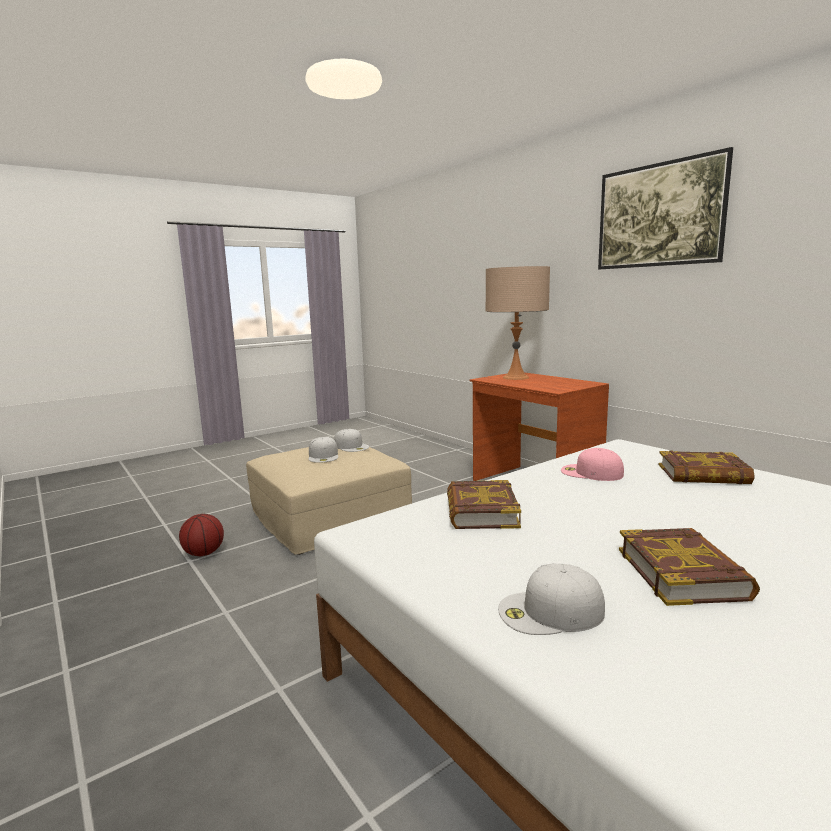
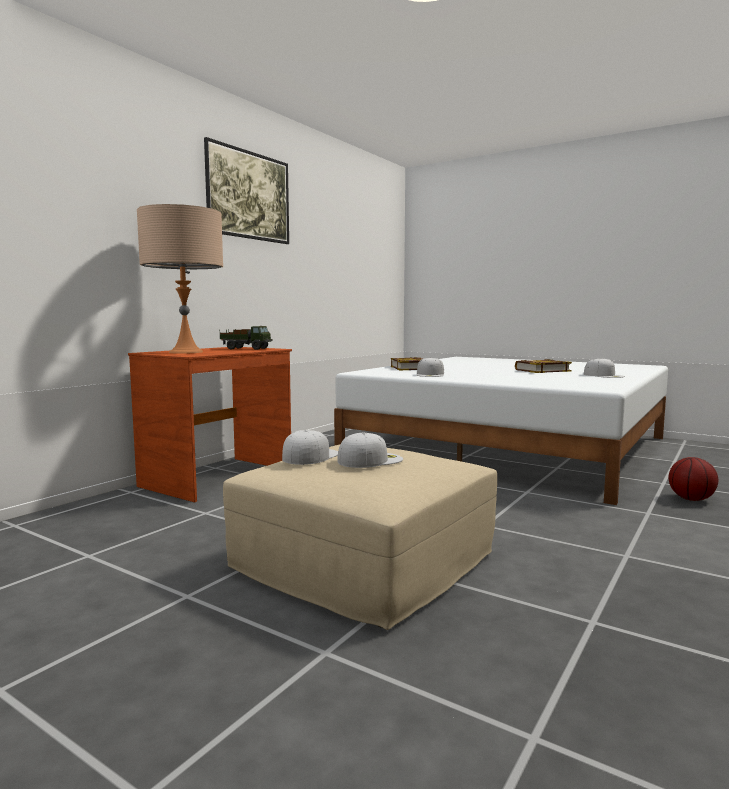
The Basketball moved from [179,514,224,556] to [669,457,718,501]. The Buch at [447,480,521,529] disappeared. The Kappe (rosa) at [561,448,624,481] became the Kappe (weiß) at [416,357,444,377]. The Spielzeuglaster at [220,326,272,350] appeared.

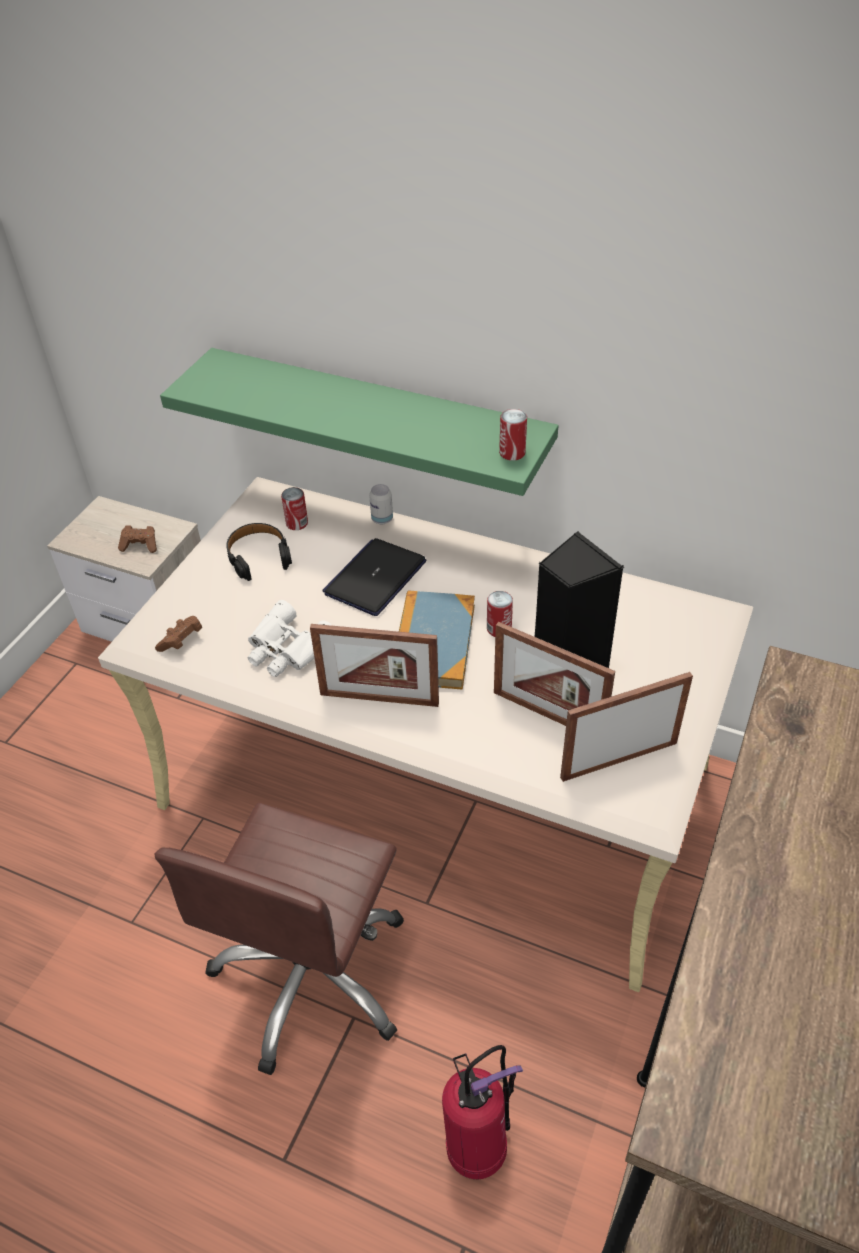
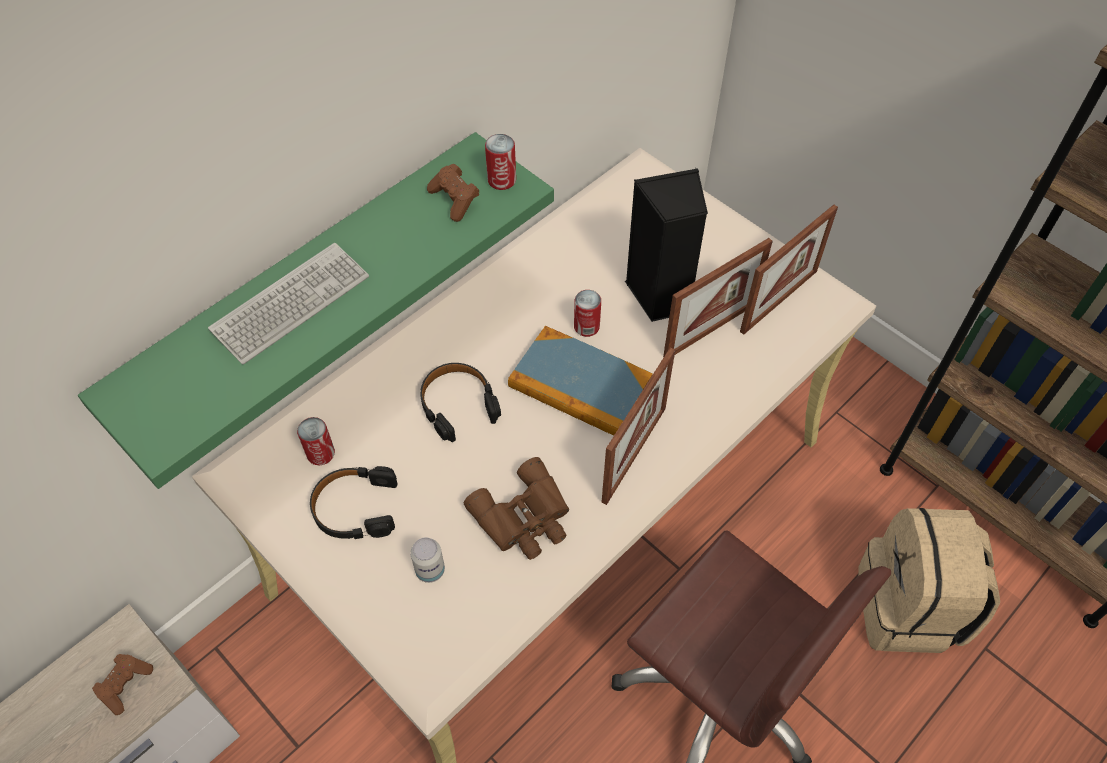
The Gamepad (braun) moved from [155,616,202,652] to [427,164,480,222]. The Fernglas (weiß) at [247,600,333,677] became the Fernglas (braun) at [464,457,569,560]. The Laptop at [322,538,426,616] was replaced by the Kopfhörer (schwarz) at [420,363,501,442]. The Dose moved from [369,484,393,524] to [410,537,445,583]. The Feuerlöscher at [442,1045,523,1179] was replaced by the Rucksack (beige) at [858,508,1000,653]. The Bilderrahmen at [560,672,693,782] turned 135 degrees counterclockwise. The Tastatur at [208,243,369,364] appeared.

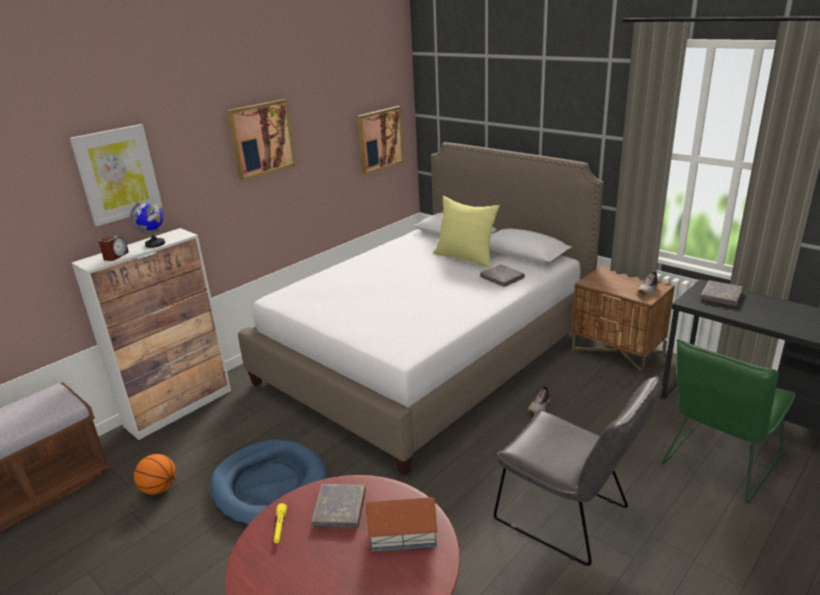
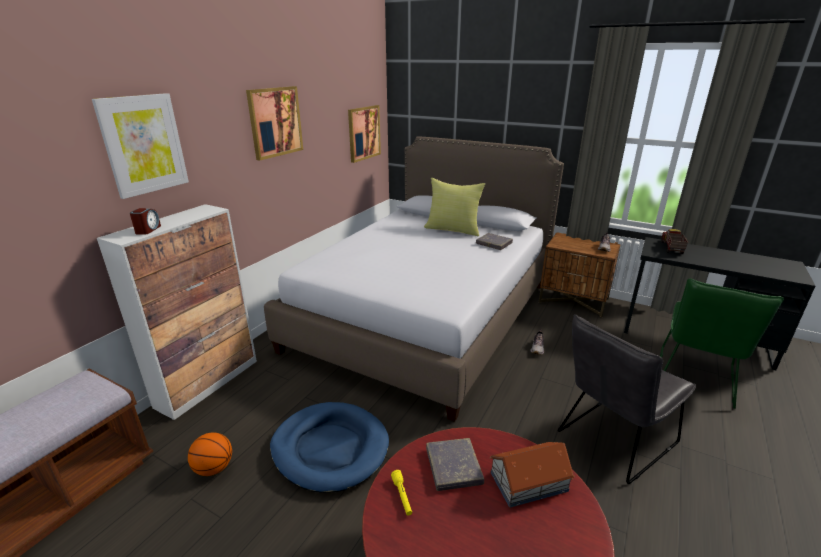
The Globus at [130,202,165,248] disappeared. The Stuhl (grau) at [494,375,663,566] turned 120 degrees clockwise. The Buch (grau) at [700,280,743,306] was replaced by the Spielzeuglaster at [661,229,688,254].

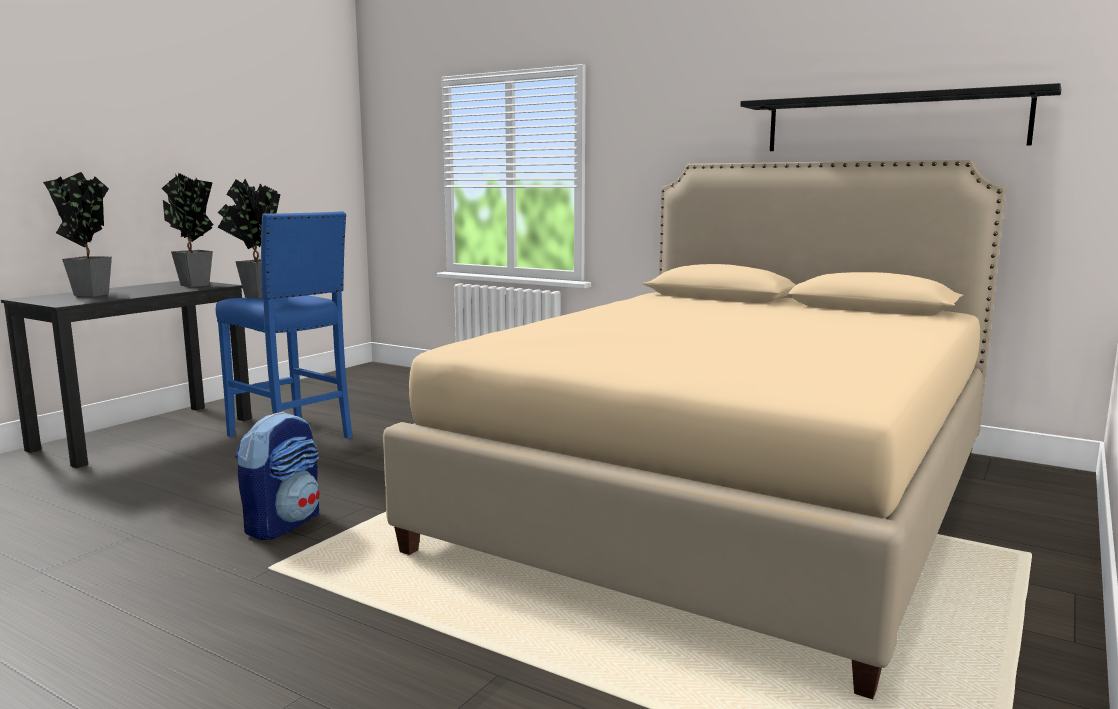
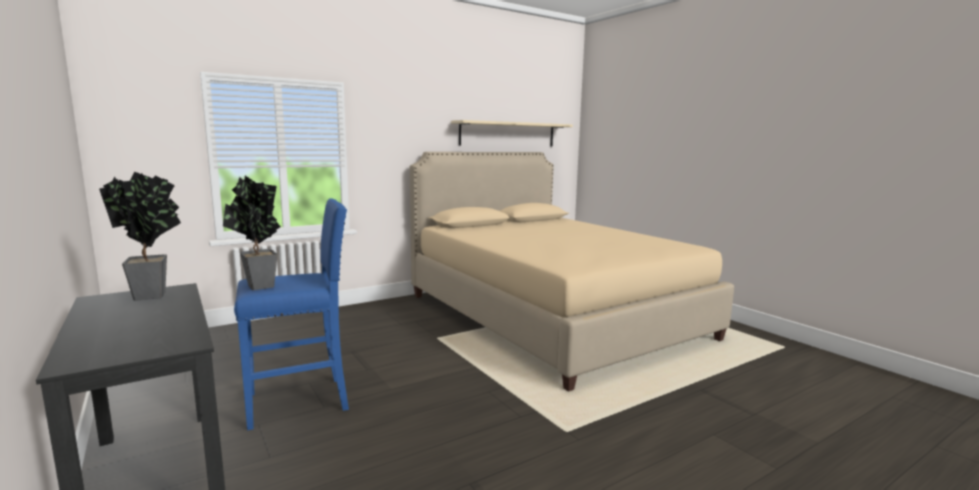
The Topfpflanze at [43,172,112,297] disappeared. The Rucksack at [235,412,319,540] disappeared. The Wandregal (schwarz) at [740,83,1061,151] became the Wandregal (beige) at [451,120,573,146].

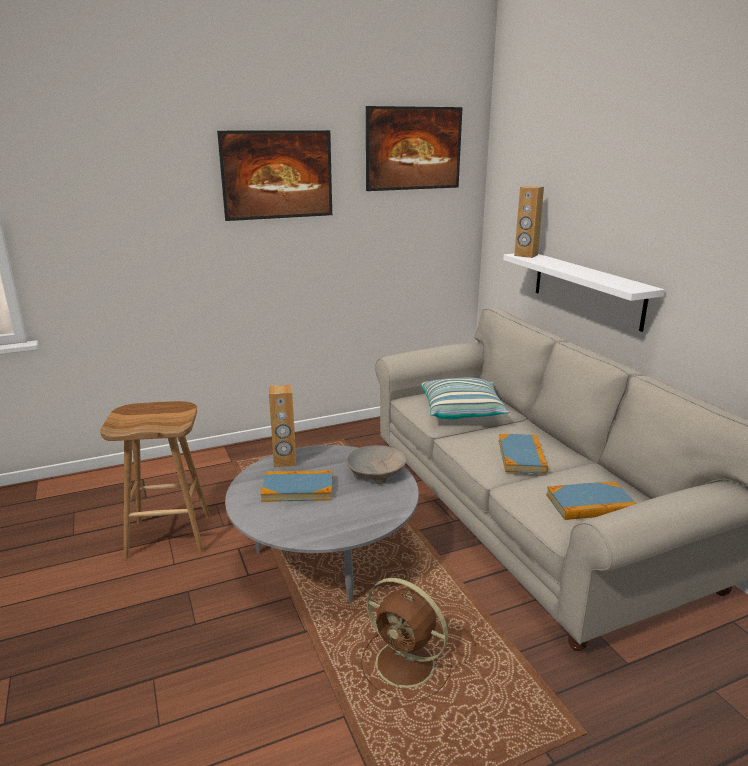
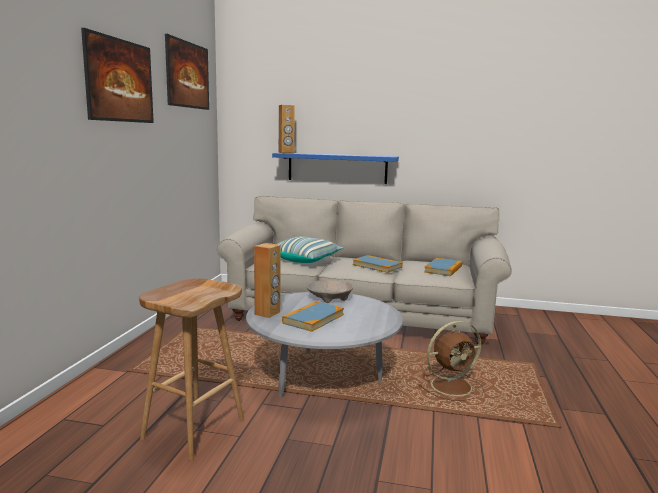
The Wandregal (weiß) at [503,254,665,332] became the Wandregal (blau) at [272,153,399,184].

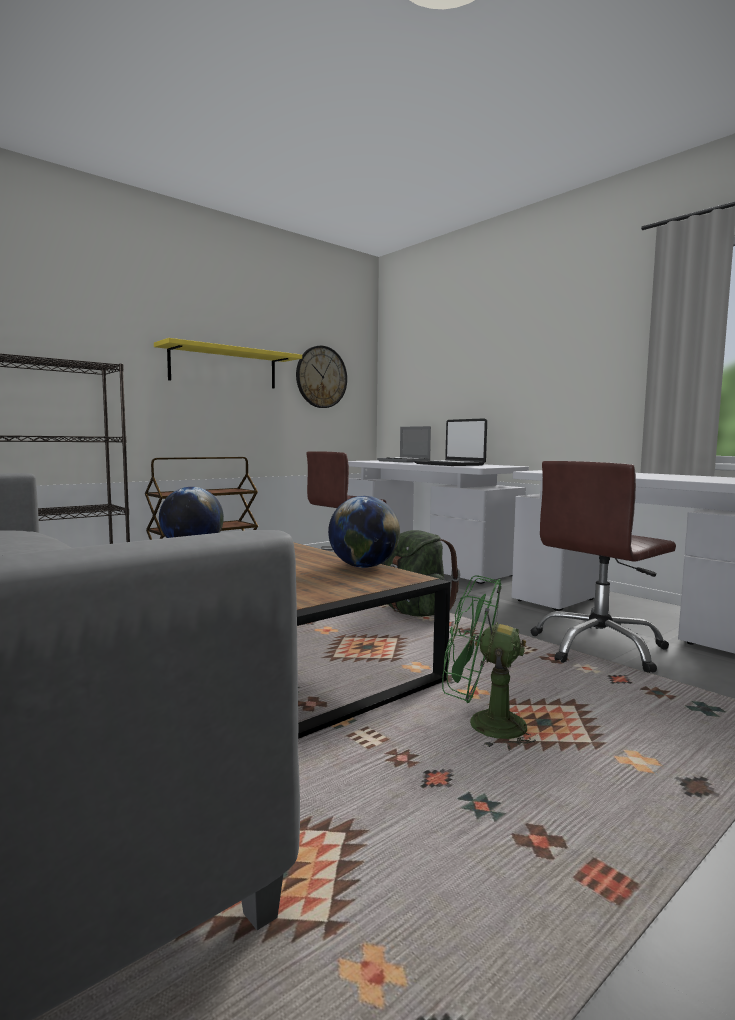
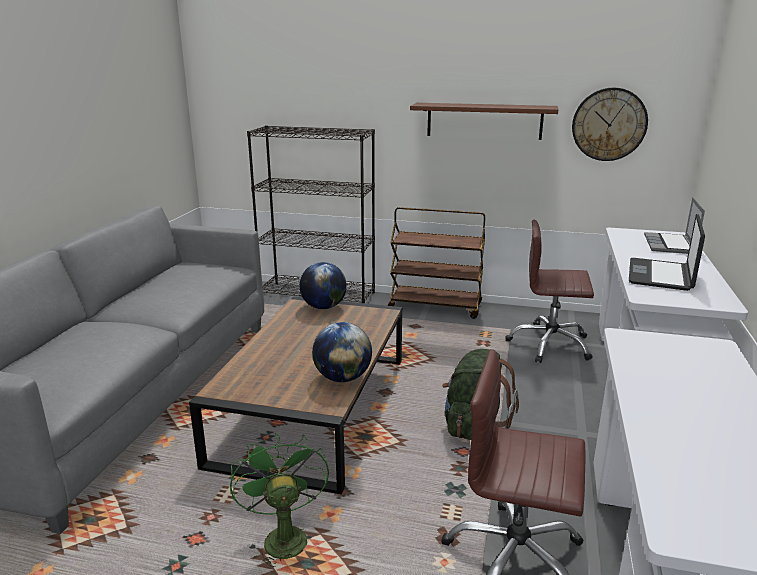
The Wandregal (gelb) at [154,338,302,389] became the Wandregal (braun) at [410,103,558,140].

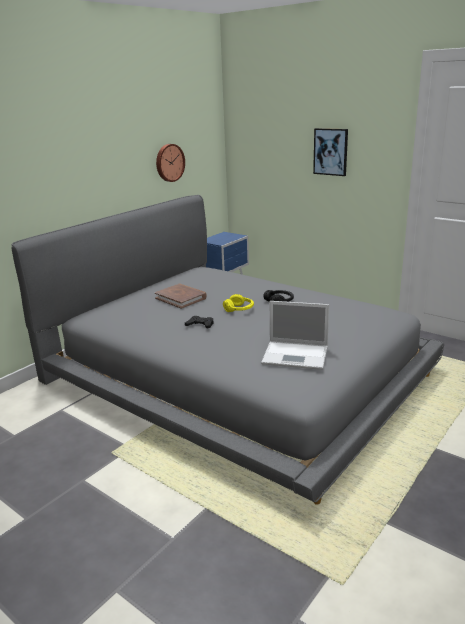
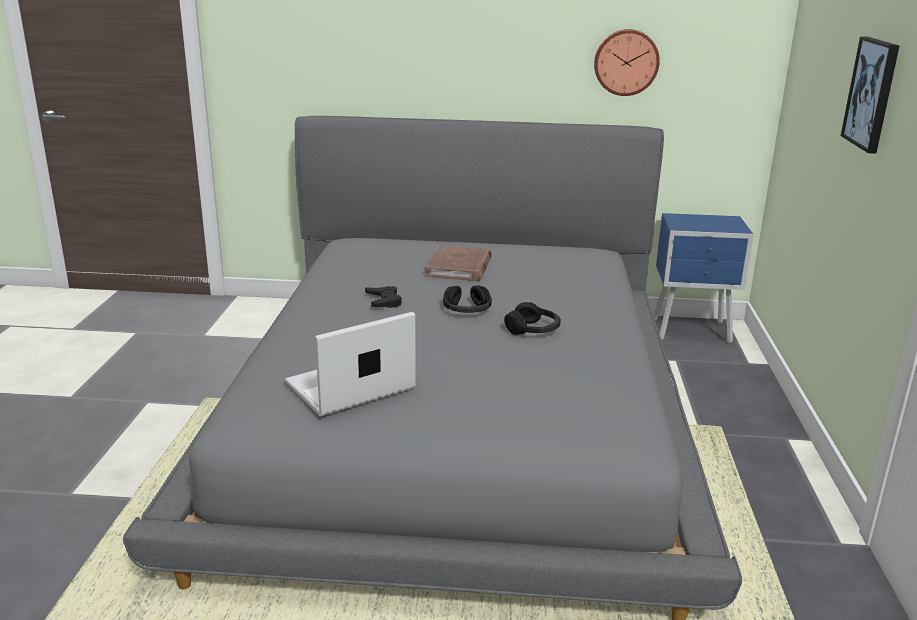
The Kopfhörer (gelb) at [223,294,254,312] became the Kopfhörer (schwarz) at [443,285,492,313]. The Laptop at [261,301,329,370] turned 75 degrees clockwise.

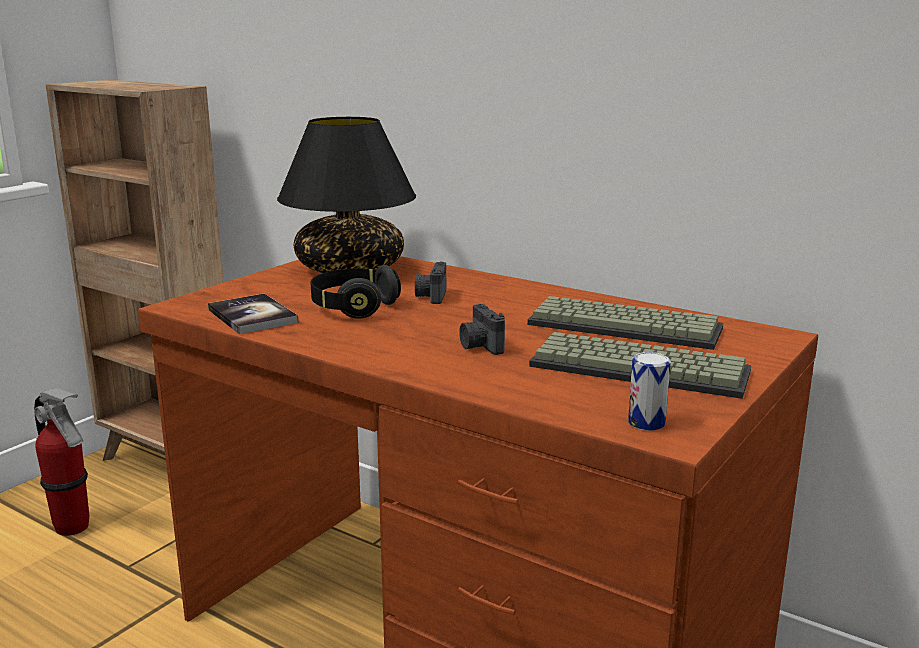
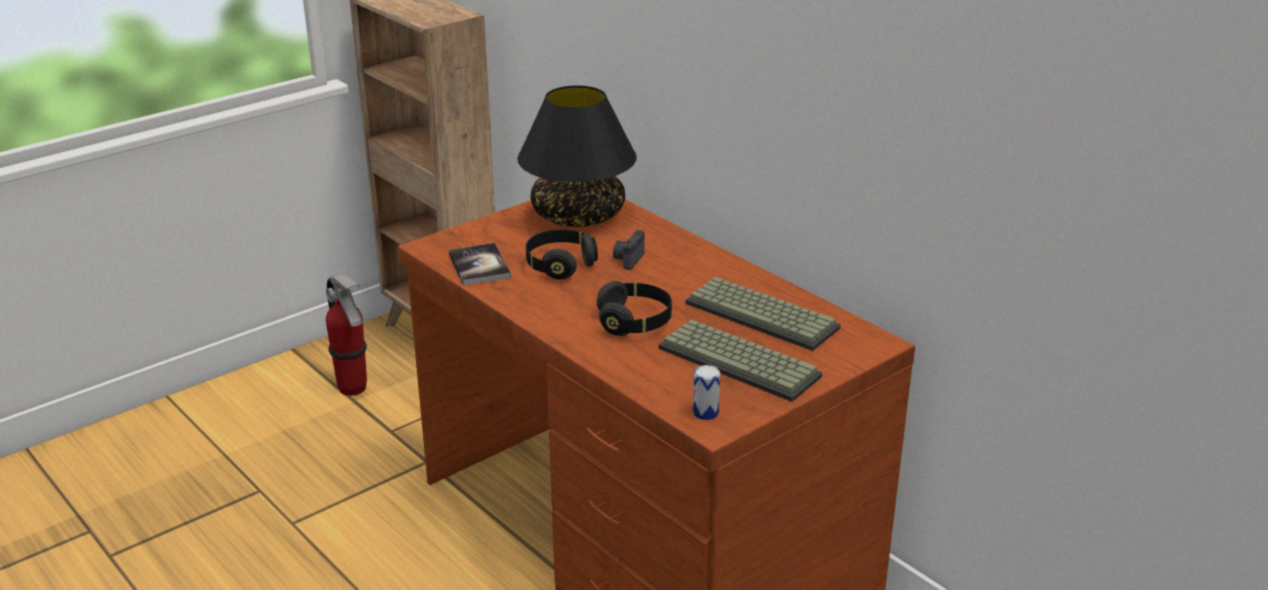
The Kamera at [459,304,505,355] was replaced by the Kopfhörer (schwarz) at [597,281,672,336].

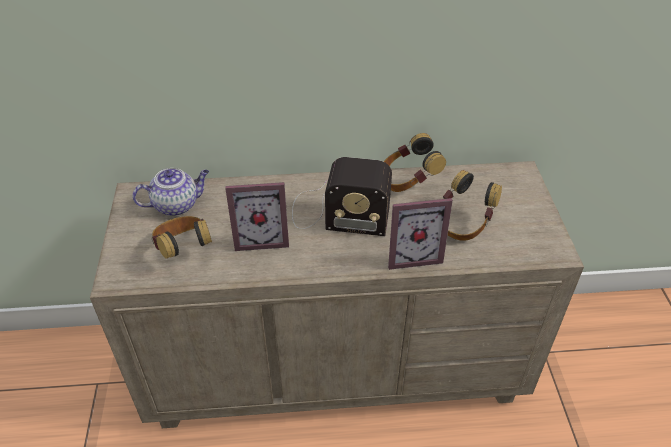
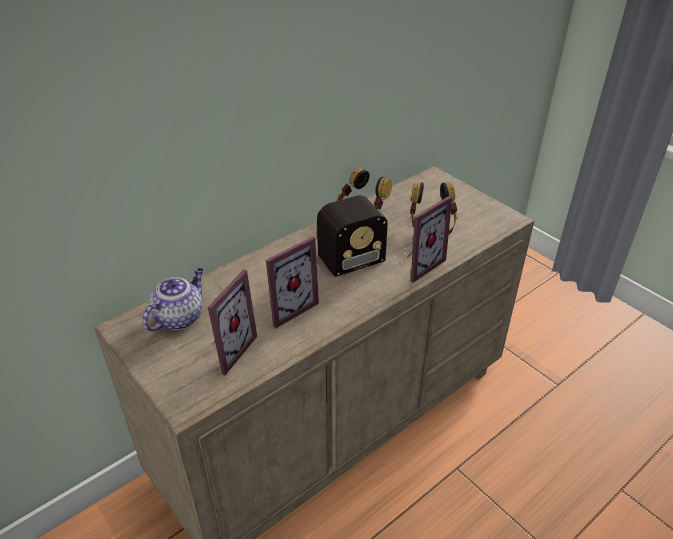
The Kopfhörer at [152,216,212,259] was replaced by the Bilderrahmen at [208,269,257,375].

